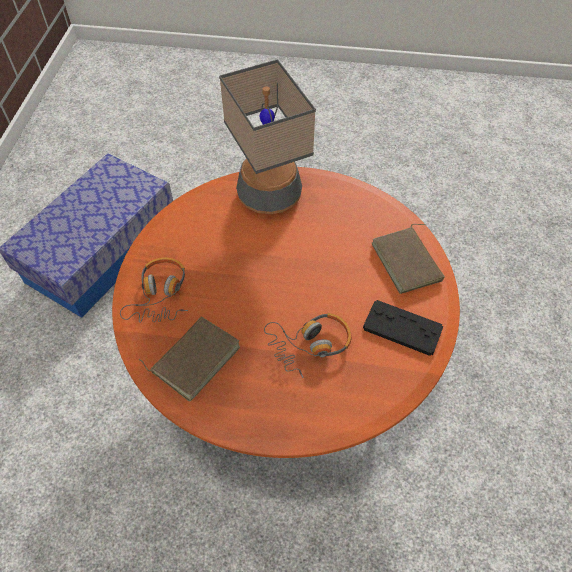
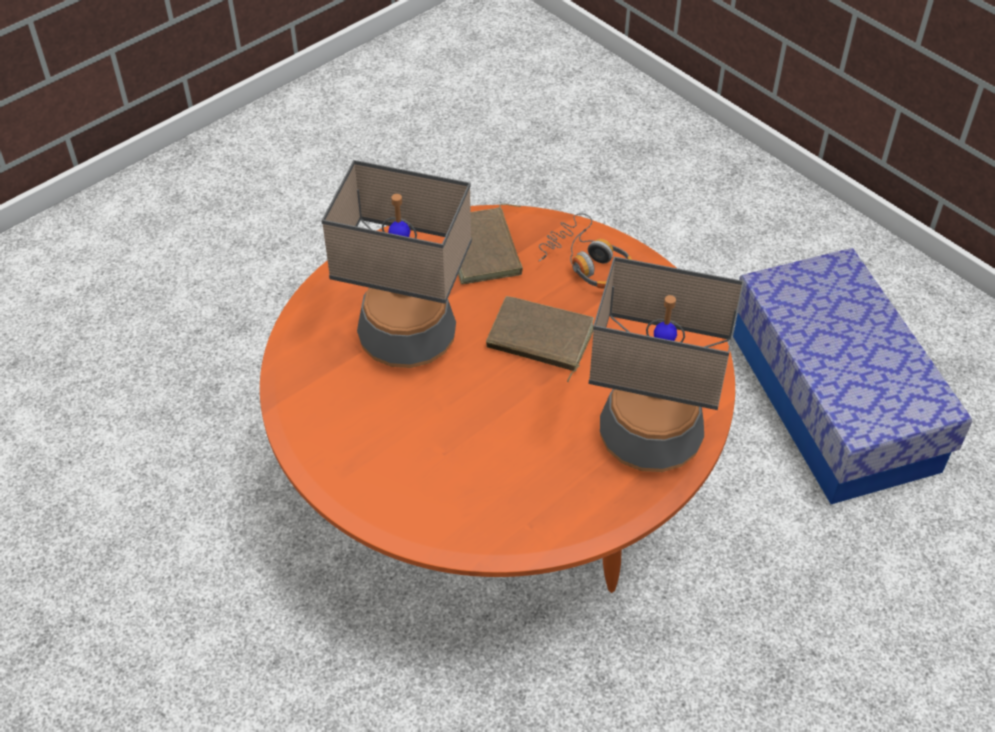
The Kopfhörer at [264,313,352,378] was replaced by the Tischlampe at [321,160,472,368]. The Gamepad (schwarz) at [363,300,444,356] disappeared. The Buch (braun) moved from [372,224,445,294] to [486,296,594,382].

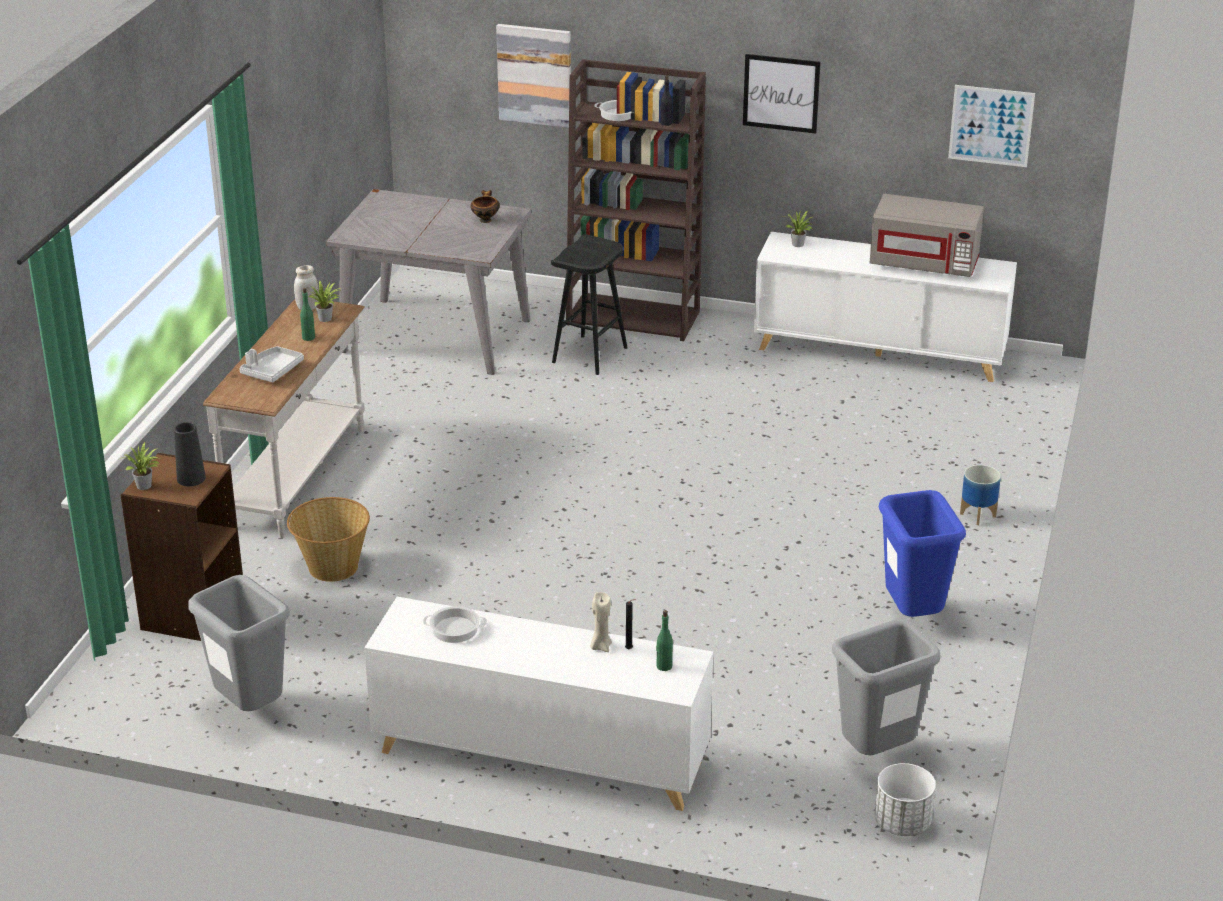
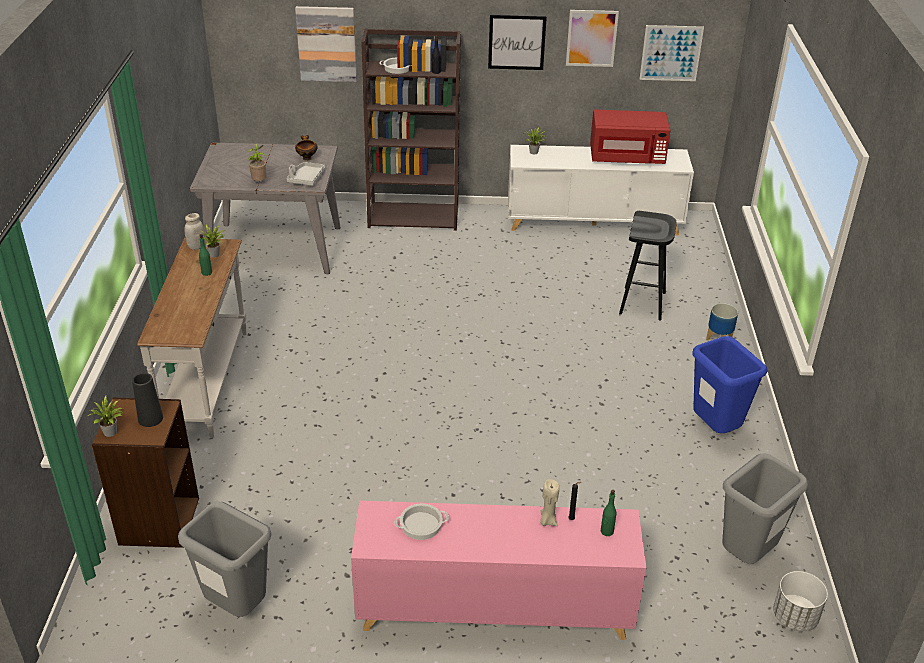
The Tablett (grau) moved from [240,346,304,383] to [287,162,325,186]. The Korb at [287,497,370,582] disappeared. The Schrank (weiß) at [364,597,713,811] became the Schrank (rosa) at [351,501,646,640]. The Hocker (schwarz) moved from [551,234,628,375] to [619,211,677,321]. The Mikrowelle (grau) at [870,194,984,277] became the Mikrowelle (rot) at [590,109,671,164]. The Topfpflanze at [248,143,266,181] appeared. The Bild at [566,10,619,67] appeared.

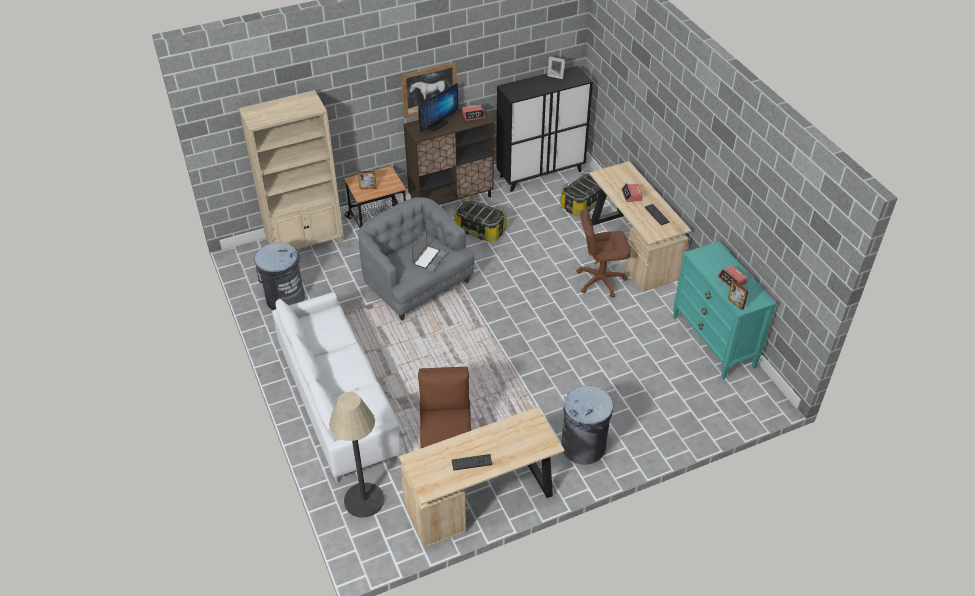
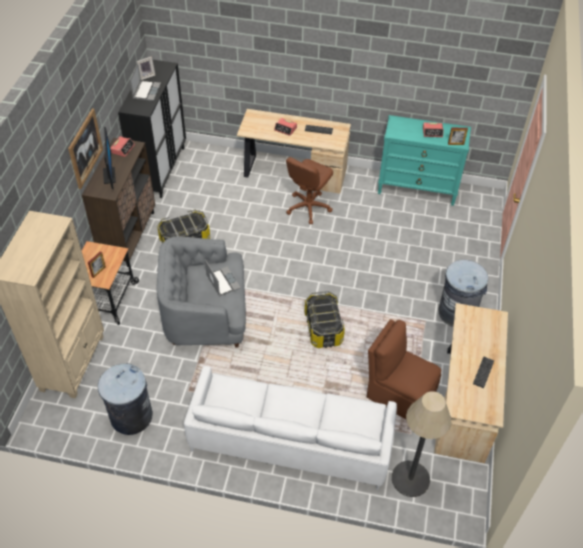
The Aufbewahrungsbox moved from [560,171,607,216] to [305,291,345,348]. The Laptop at [130,63,161,101] appeared.

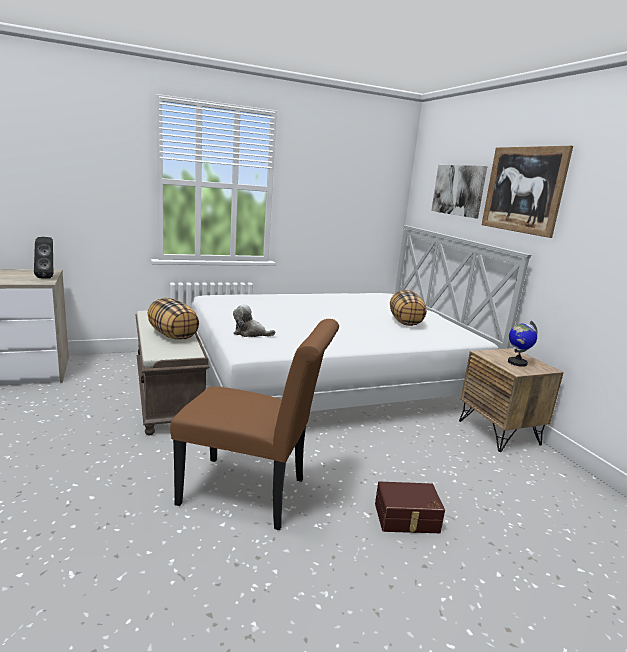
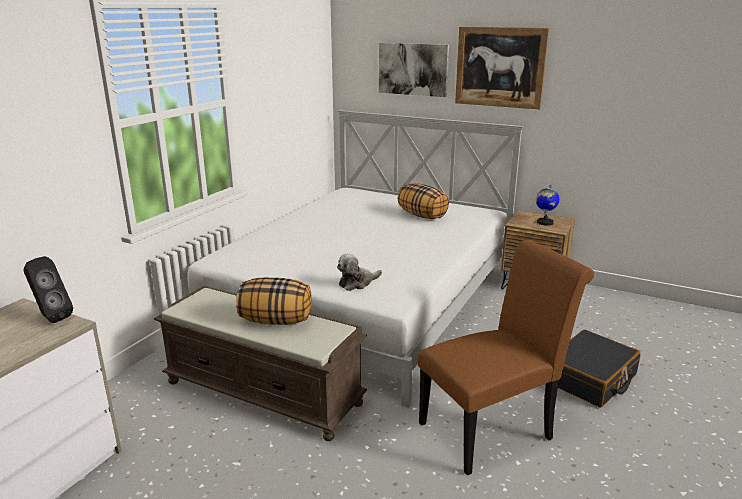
The Aufbewahrungsbox (braun) at [375,481,445,533] was replaced by the Koffer (schwarz) at [558,329,640,407].

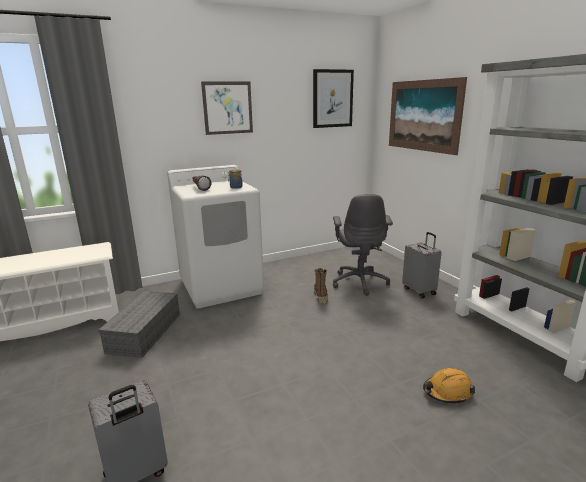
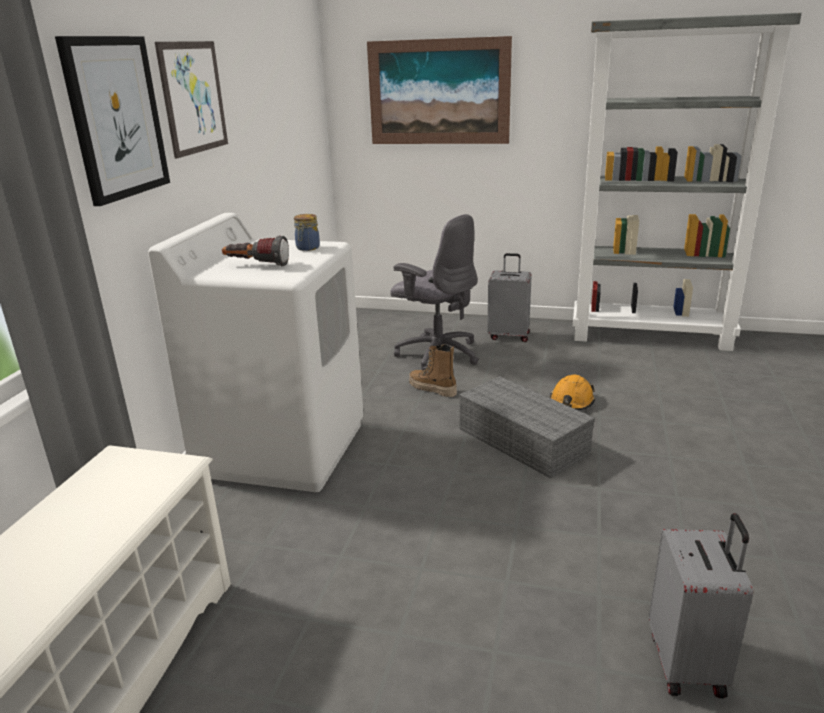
The Aufbewahrungsbox (grau) moved from [98,291,180,358] to [458,376,595,479]. The Bild moved from [313,69,354,128] to [55,36,170,206]. The Schutzhelm (orange) moved from [423,368,475,403] to [550,374,595,410].

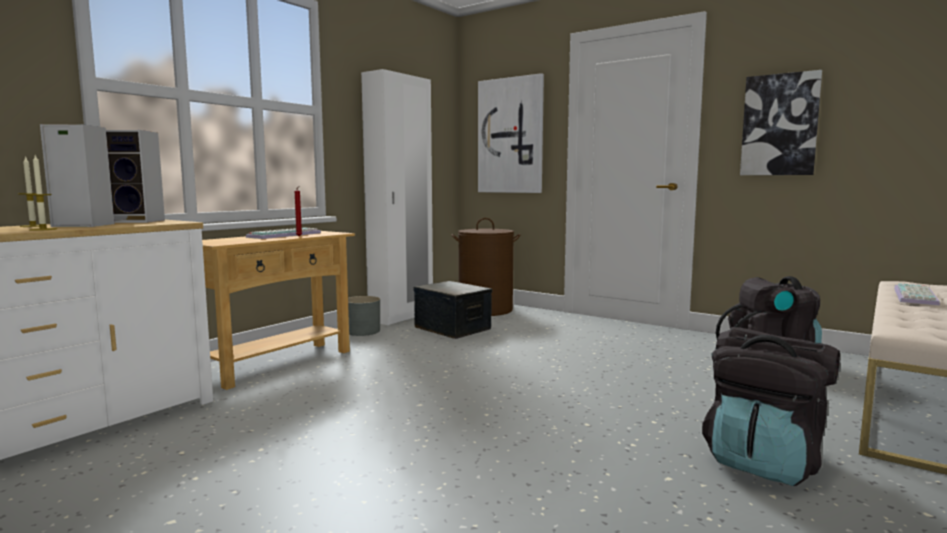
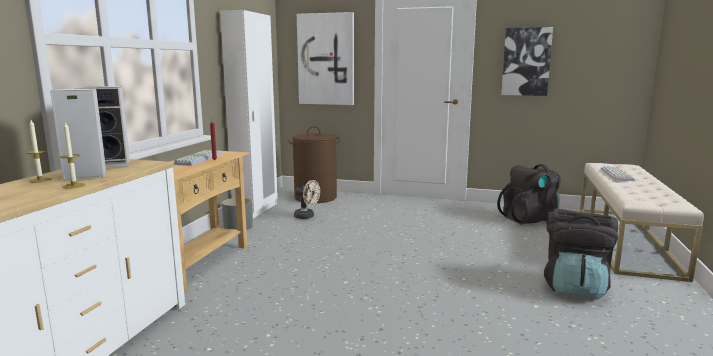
The Aufbewahrungsbox at [414,281,492,339] was replaced by the Ventilator (beige) at [294,180,320,219].

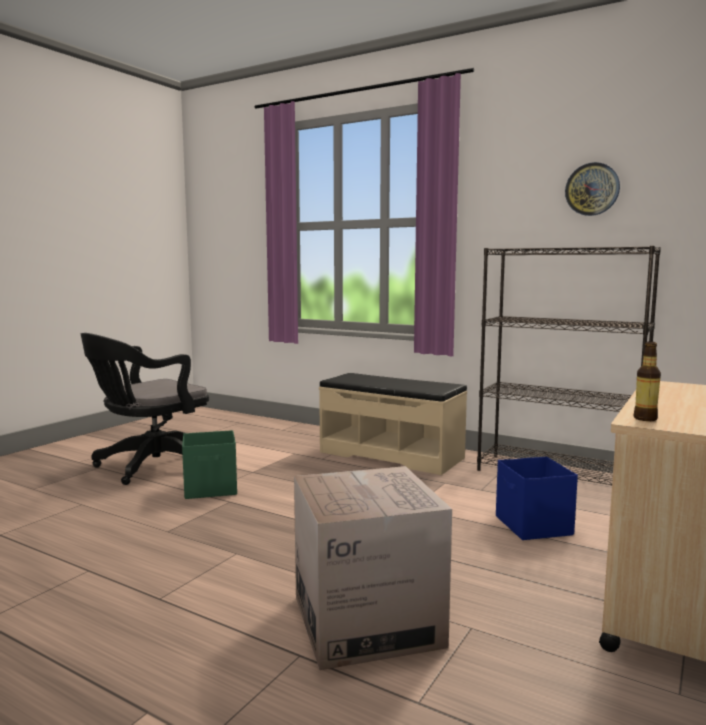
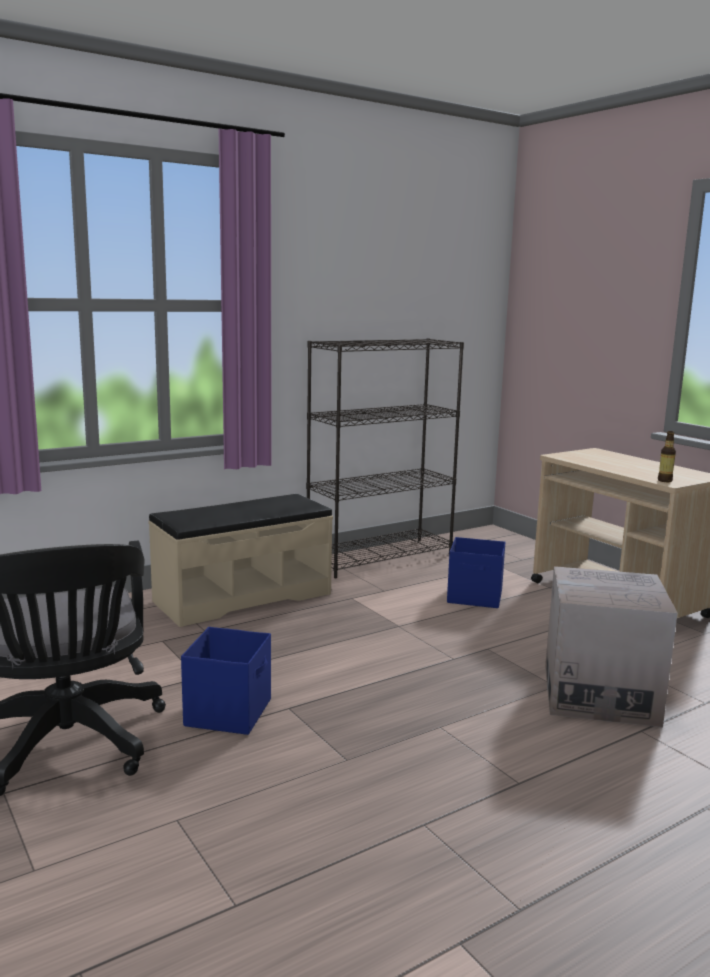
The Aufbewahrungsbox (grün) at [182,430,237,499] became the Aufbewahrungsbox (blau) at [181,627,271,735]. The Wanduhr at [565,162,620,216] disappeared.

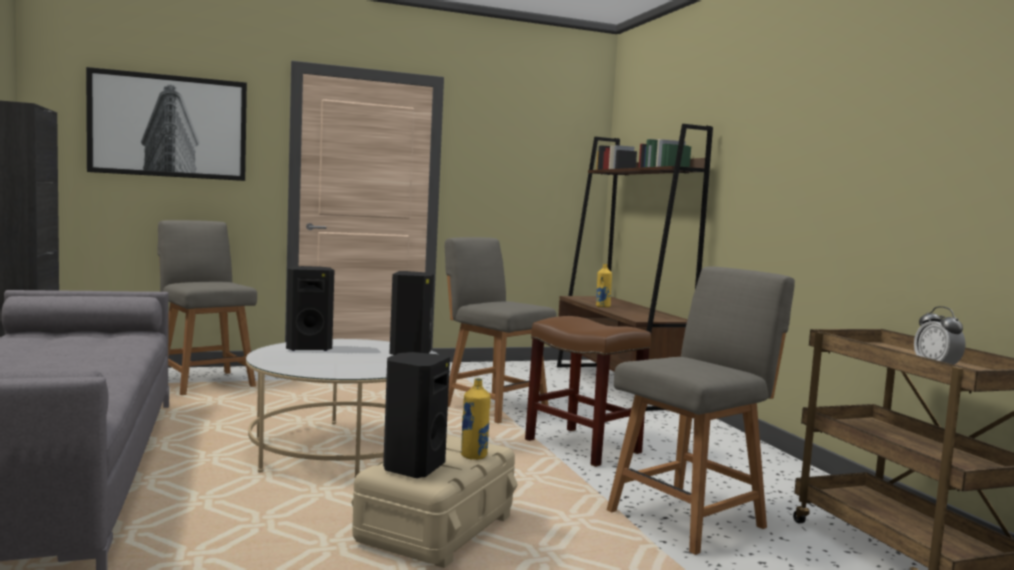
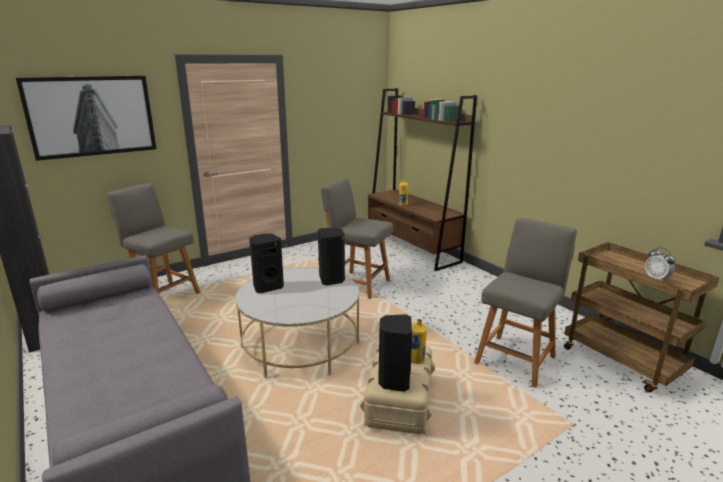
The Hocker (braun) at [525,316,651,467] disappeared.

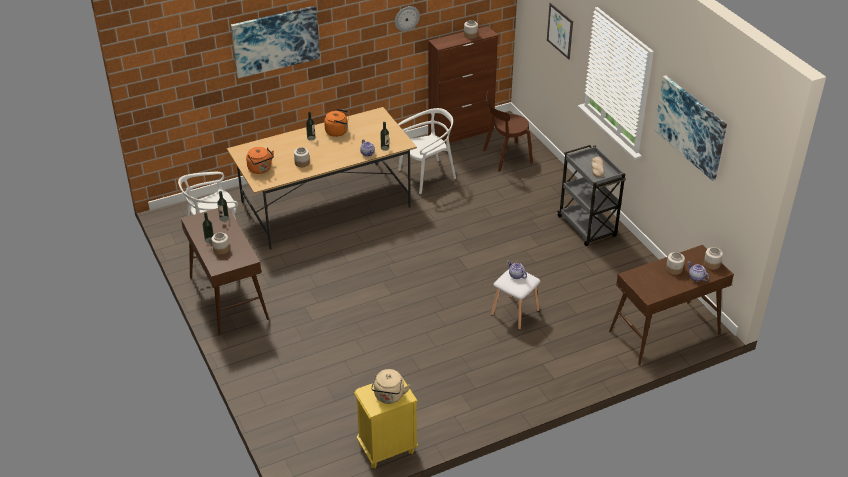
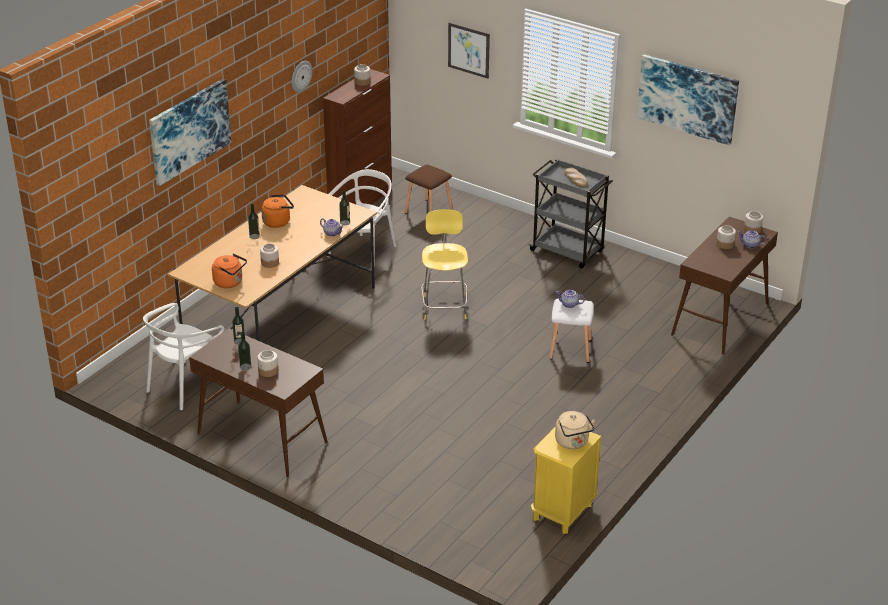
The Stuhl (braun) at [483,90,533,172] was replaced by the Hocker (braun) at [405,165,453,214]. The Hocker (gelb) at [421,209,468,320] appeared.

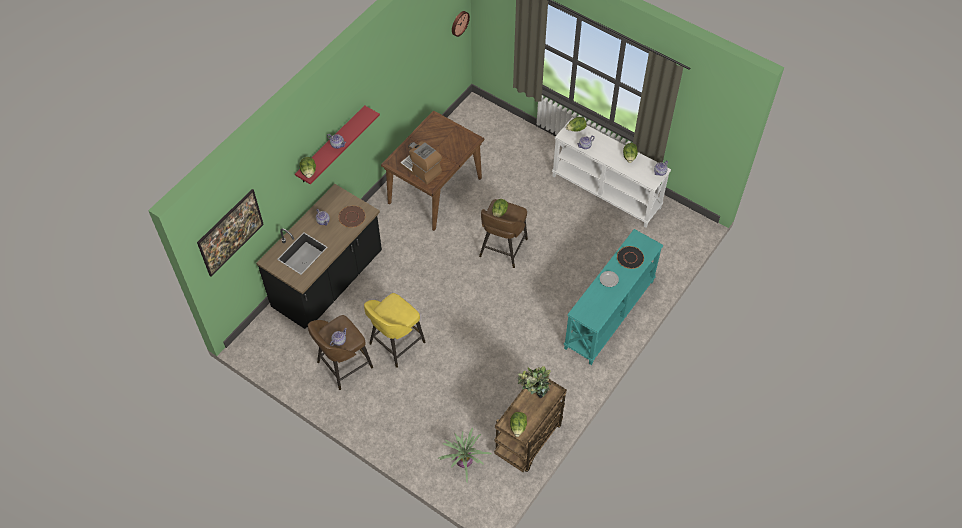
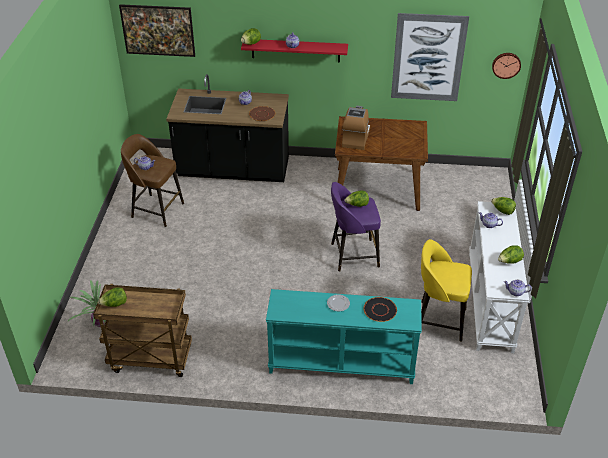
The Hocker (gelb) moved from [364,293,425,368] to [421,239,472,342]. The Hocker (braun) at [479,199,528,268] became the Hocker (lila) at [331,182,381,272]. The Topfpflanze at [517,366,552,398] disappeared. The Bild at [391,13,469,101] appeared.

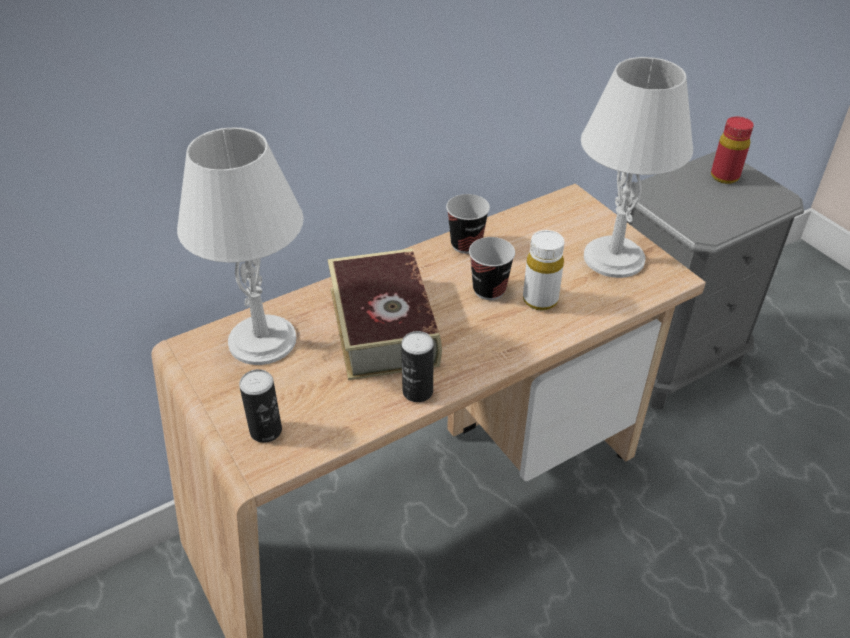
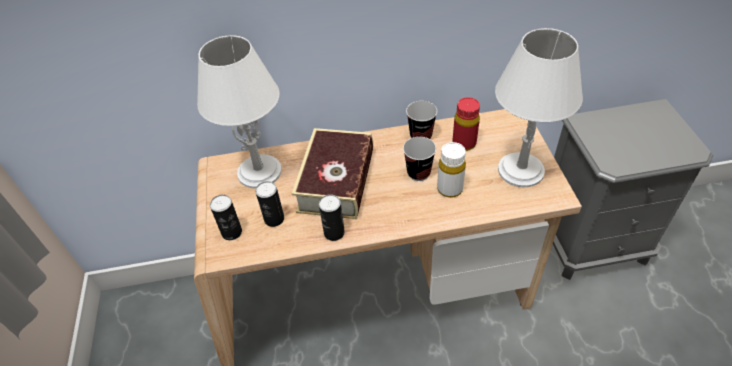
The Flasche (rot) moved from [711,117,754,184] to [453,97,480,151]. The Dose at [255,181,284,227] appeared.

